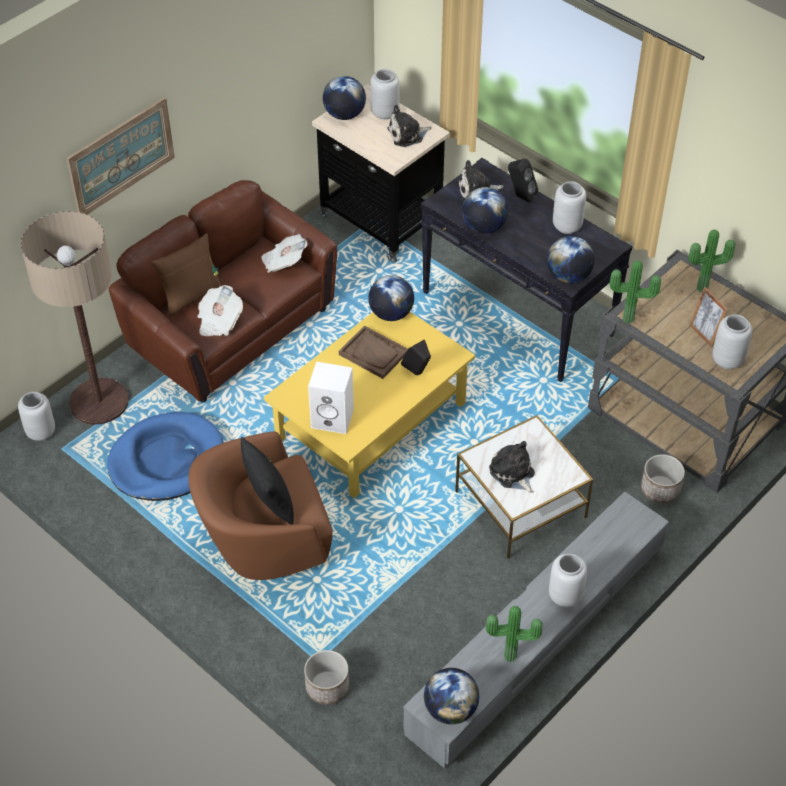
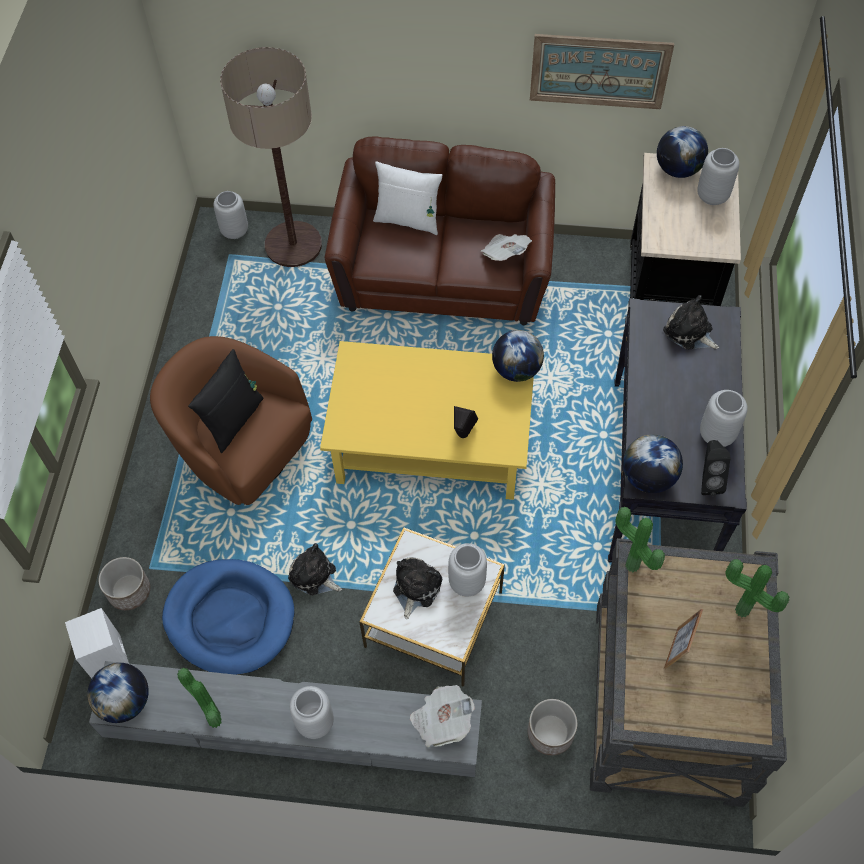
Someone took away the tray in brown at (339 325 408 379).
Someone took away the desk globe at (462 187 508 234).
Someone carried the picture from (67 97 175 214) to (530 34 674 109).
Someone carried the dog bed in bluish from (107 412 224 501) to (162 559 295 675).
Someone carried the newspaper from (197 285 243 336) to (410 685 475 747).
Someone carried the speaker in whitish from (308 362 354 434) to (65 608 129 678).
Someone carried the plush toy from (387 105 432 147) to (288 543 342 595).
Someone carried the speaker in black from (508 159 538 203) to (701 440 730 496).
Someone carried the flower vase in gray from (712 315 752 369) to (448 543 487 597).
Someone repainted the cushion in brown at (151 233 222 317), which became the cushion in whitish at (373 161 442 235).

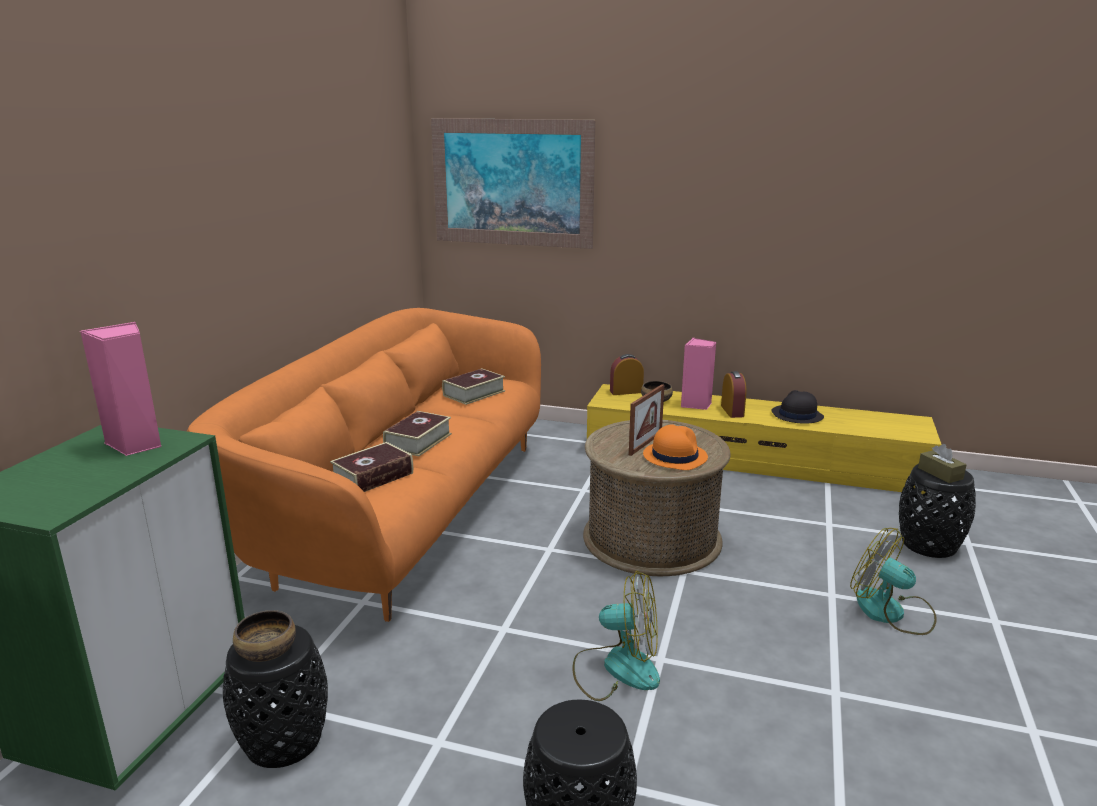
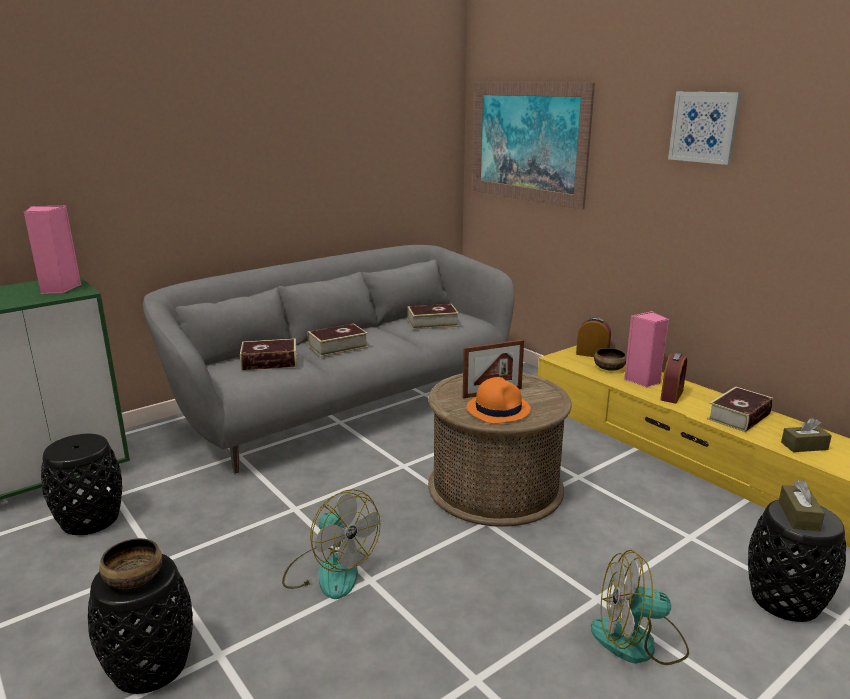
Someone put up the picture at (668 92 741 165).
Someone put down the tissue box in brown at (781 418 832 452).
Someone carried the deep dish from (233 610 296 662) to (99 538 162 589).
Someone swapped the wearable hat in black at (772 390 824 424) for the bound book at (707 386 773 432).
Someone repainted the couch in orangey at (187 308 541 622), which became the couch in gray at (143 245 514 474).
Someone rotated the fan at (850 528 937 635) by 75 degrees counterclockwise.

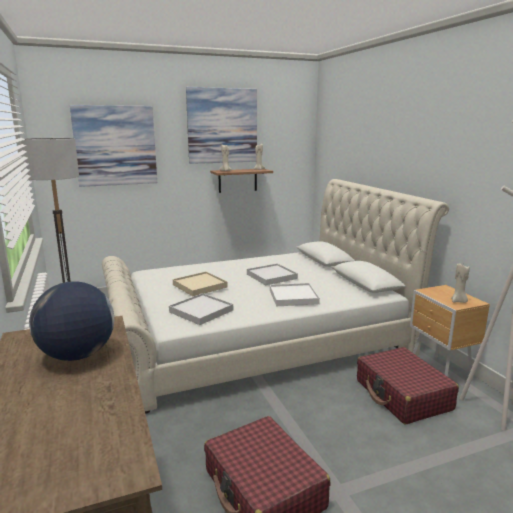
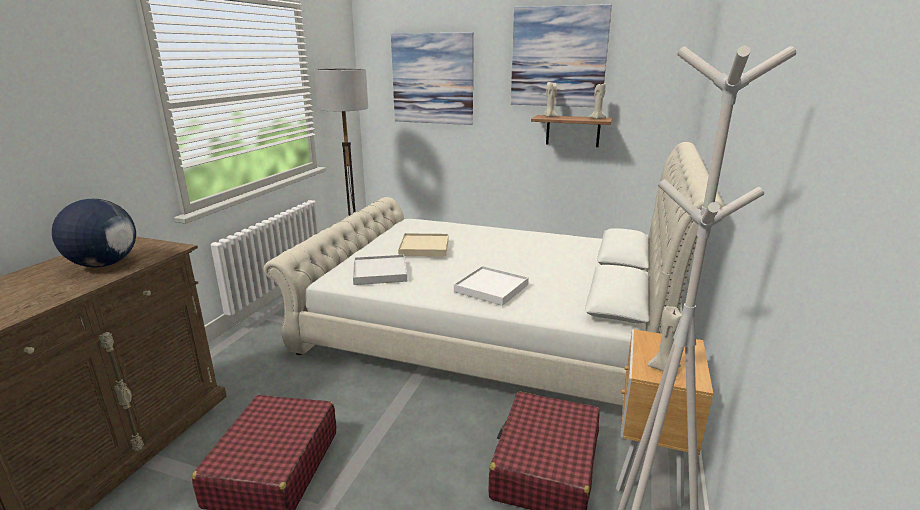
Someone took away the tray in whitish at (247 263 298 285).

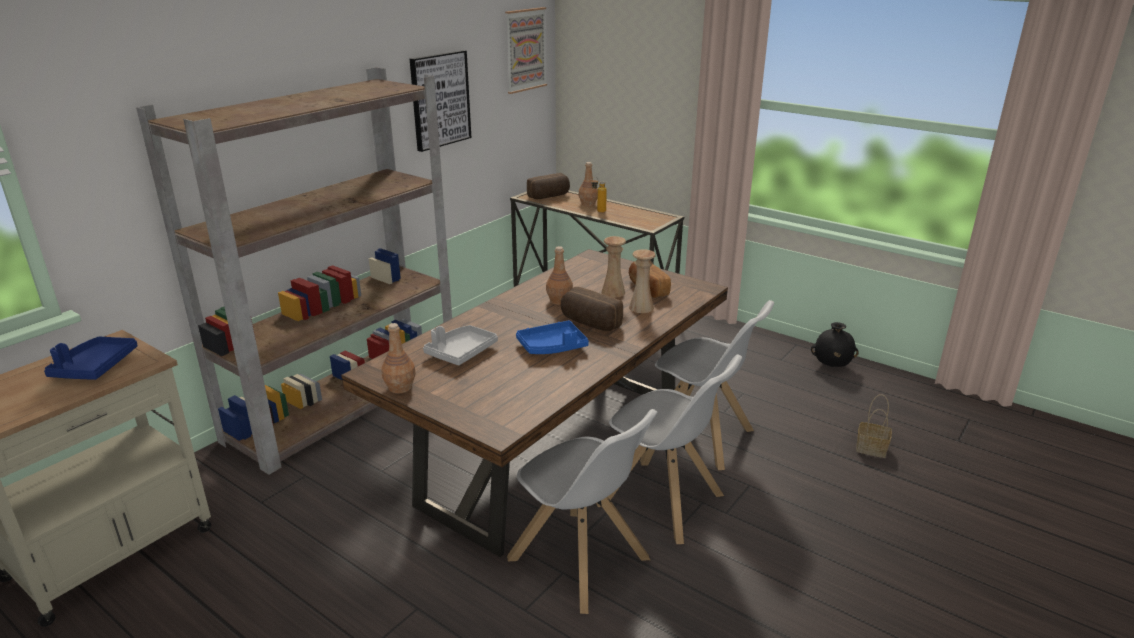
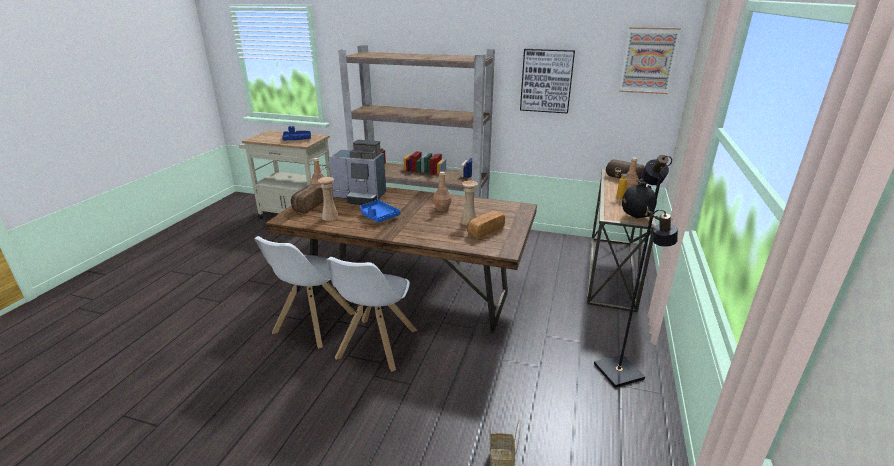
Someone took away the upright chair at (655 300 774 470).
Someone put down the floor lamp in black at (594 155 678 388).
Someone carried the bakery bread from (561 287 623 331) to (291 184 324 213).
Someone carried the flower vase in sand-coloured from (629 249 656 313) to (318 177 339 221).
Someone carried the flower vase in black from (811 322 859 367) to (622 179 657 218).
Someone swapped the tray in gray at (423 325 498 365) for the coffee machine at (329 140 386 205).

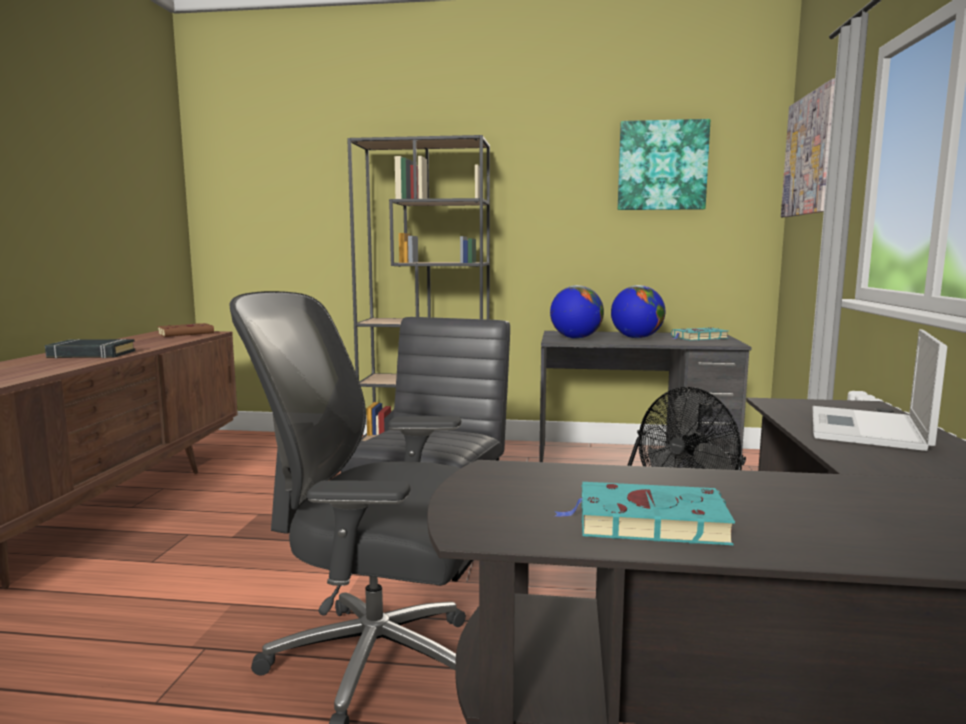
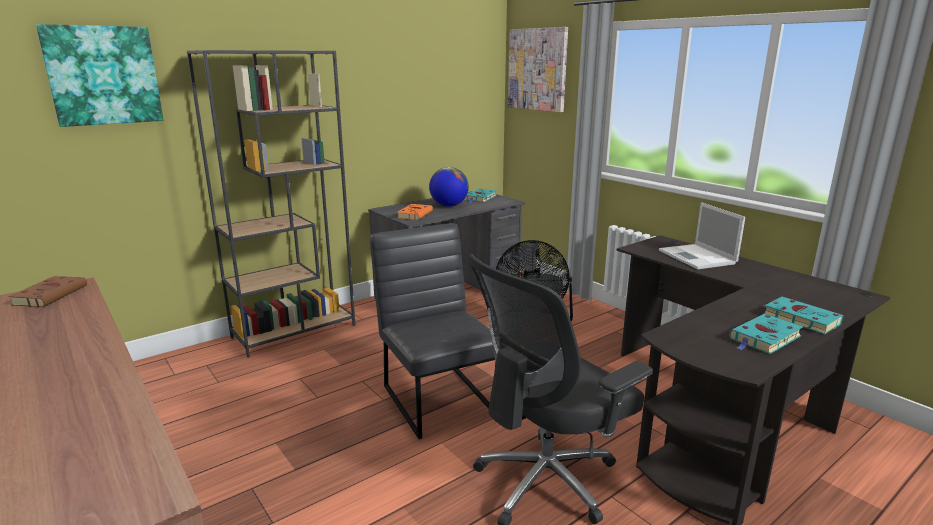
Someone took away the bound book in black at (45 339 135 358).
Someone put down the bound book in turquoise-coloured at (763 297 843 334).
Someone carried the picture from (618 119 711 210) to (36 24 164 127).
Someone swapped the desk globe at (550 285 604 339) for the bound book in orangey at (397 204 433 220).

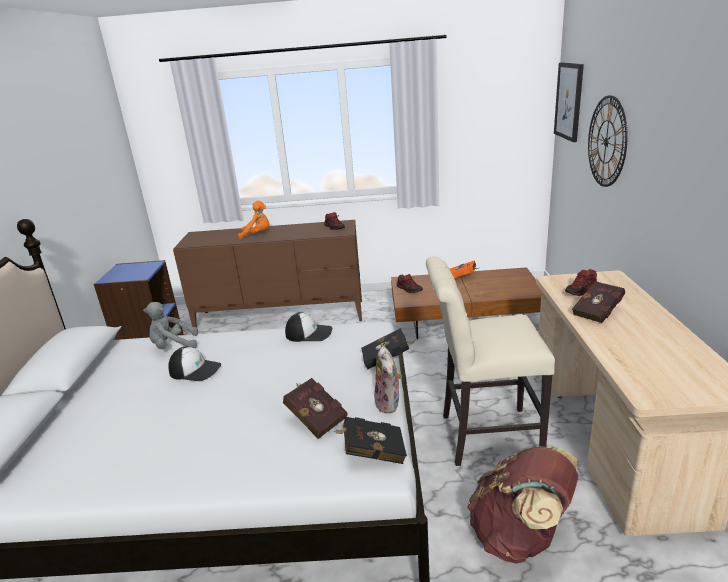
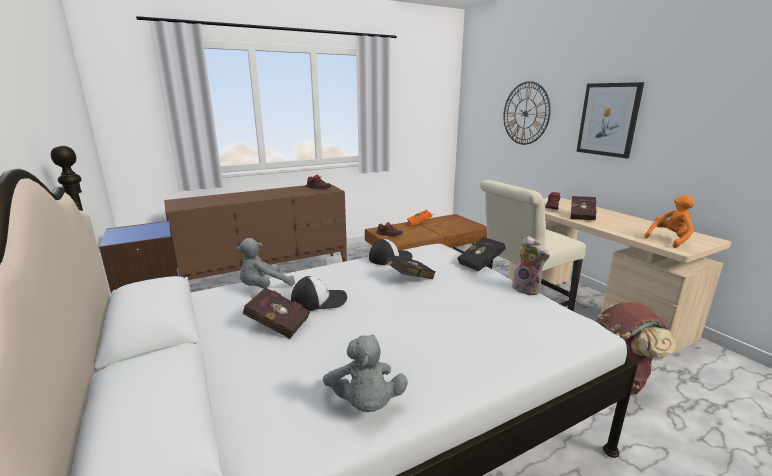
Someone put down the plush toy in gray at (323 335 408 412).
Someone carried the plush toy in orangey from (238 200 270 240) to (644 195 695 248).
Someone carried the bound book in reddish from (283 378 348 439) to (242 287 310 339).
Someone carried the bound book in black from (333 417 407 464) to (384 255 435 279).
Someone carried the picture from (554 63 584 142) to (576 82 644 158).

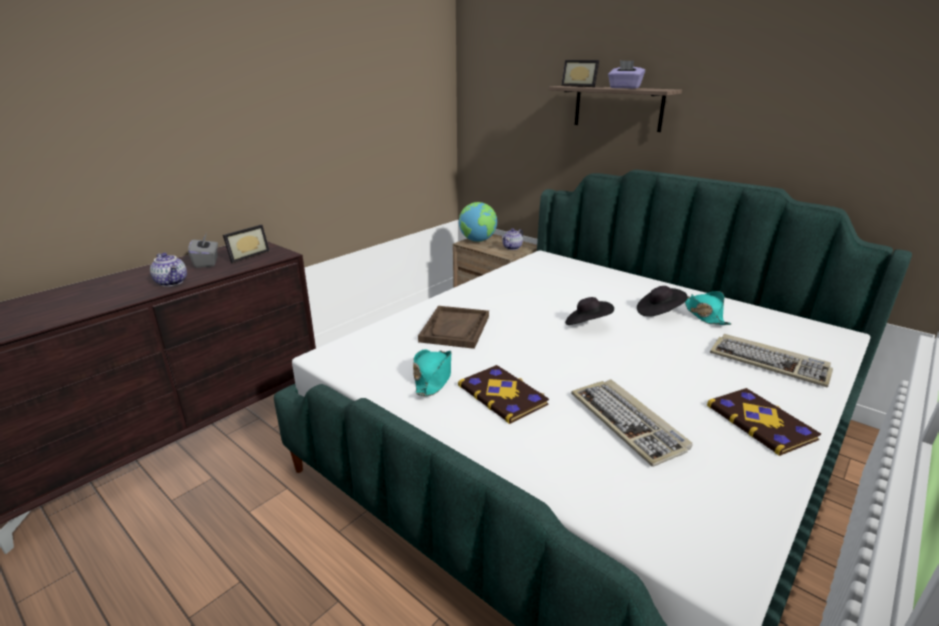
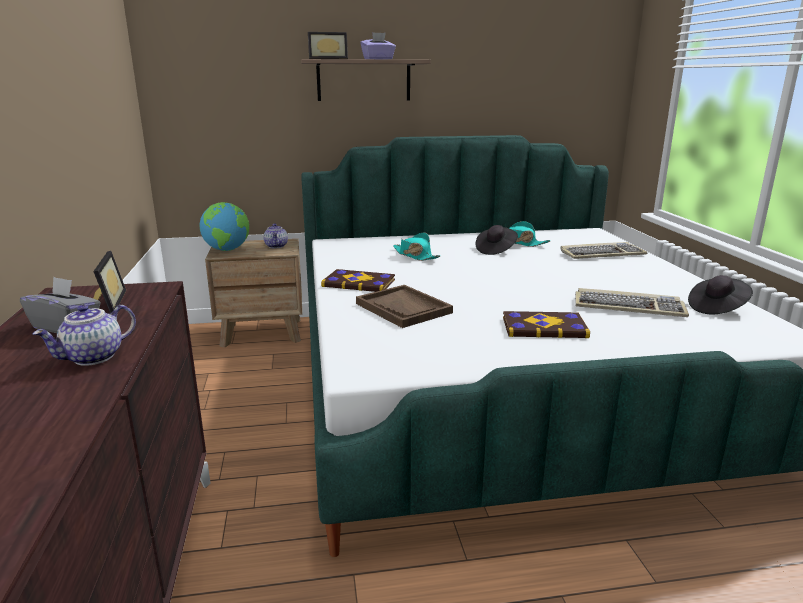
Someone carried the wearable hat in turquoise-coloured from (413 349 451 396) to (393 233 440 261).
Someone carried the wearable hat in black from (565 297 614 325) to (688 275 753 314).
Someone carried the bound book from (707 388 821 456) to (321 269 395 292).
Someone rotated the tea pot at (150 253 187 287) by 135 degrees clockwise.

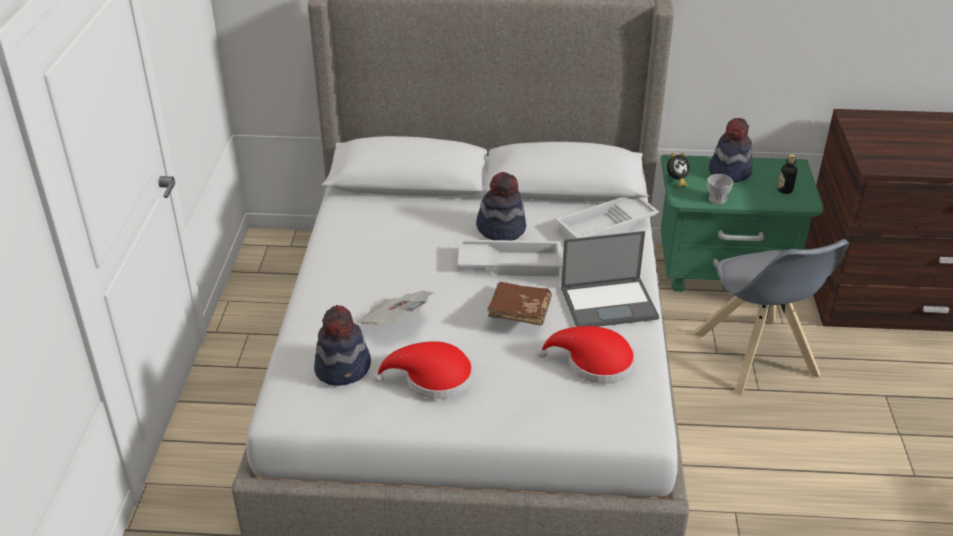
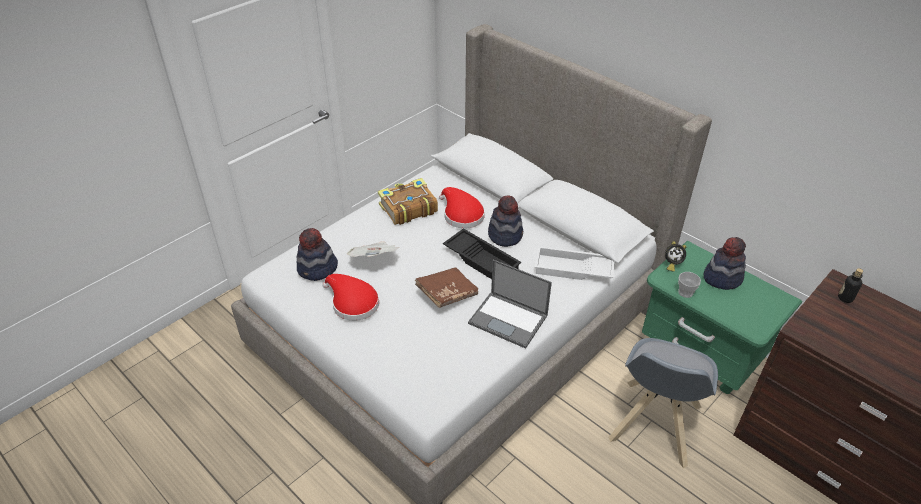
Someone put down the bound book at (378 178 438 225).
Someone carried the wearable hat in reddish from (537 326 635 384) to (439 187 485 229).
Someone carried the beverage bottle from (777 154 797 194) to (838 268 863 303).
Someone repainted the tray in whitish at (458 240 562 276), which became the tray in black at (443 228 521 279).

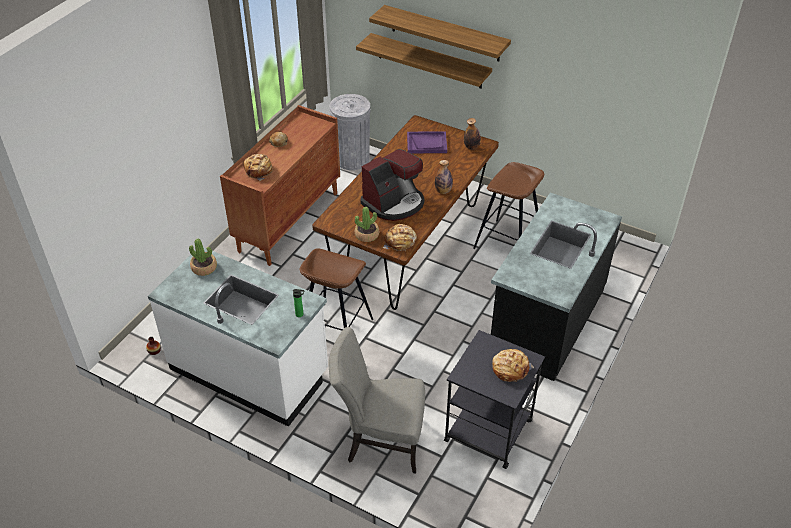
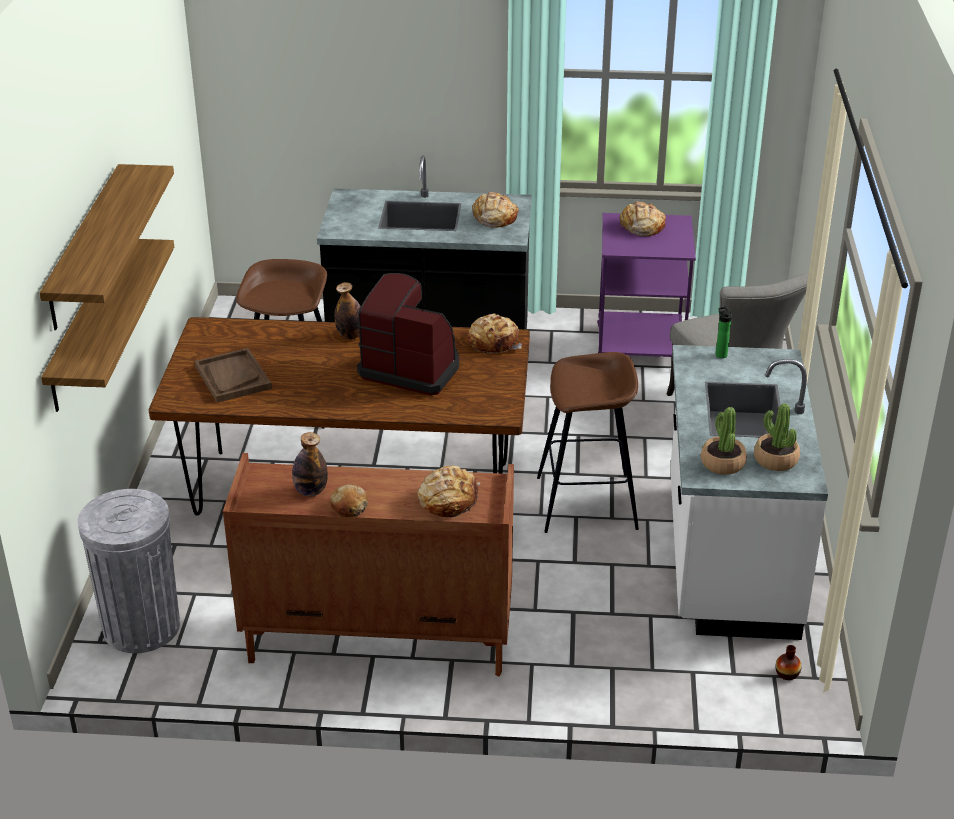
Someone put down the bakery bread at (472 192 519 228).
Someone carried the plant in a pot from (355 207 379 242) to (754 403 800 471).
Someone carried the beverage bottle from (464 118 481 150) to (292 432 328 497).
Someone repainted the tray in purple at (407 131 447 153), which became the tray in brown at (195 348 272 403).
Someone repainted the trolley in black at (444 330 545 469), which became the trolley in purple at (597 213 696 357).

